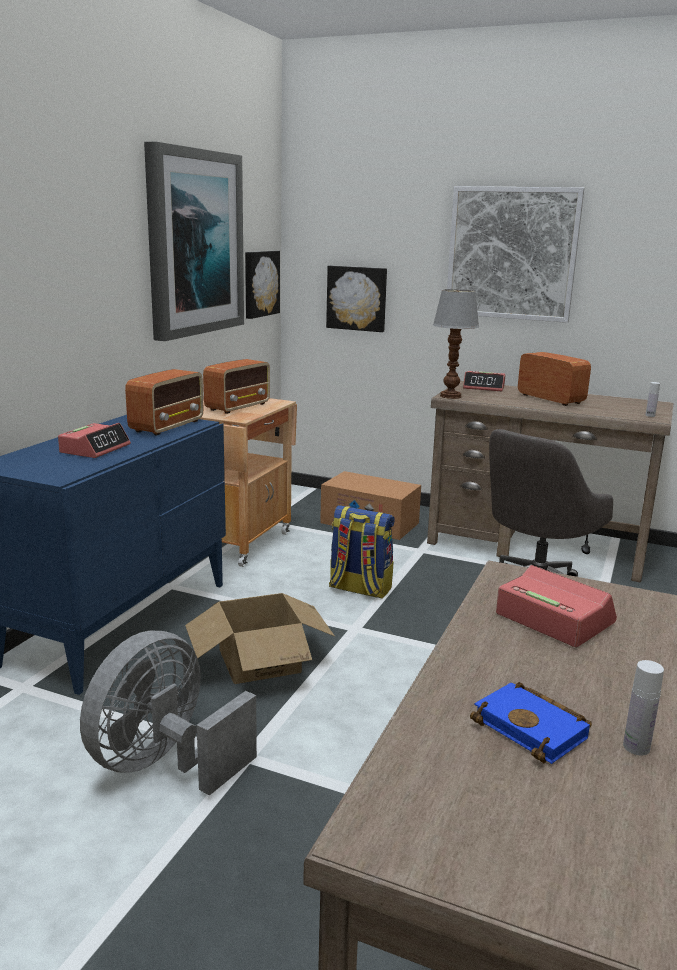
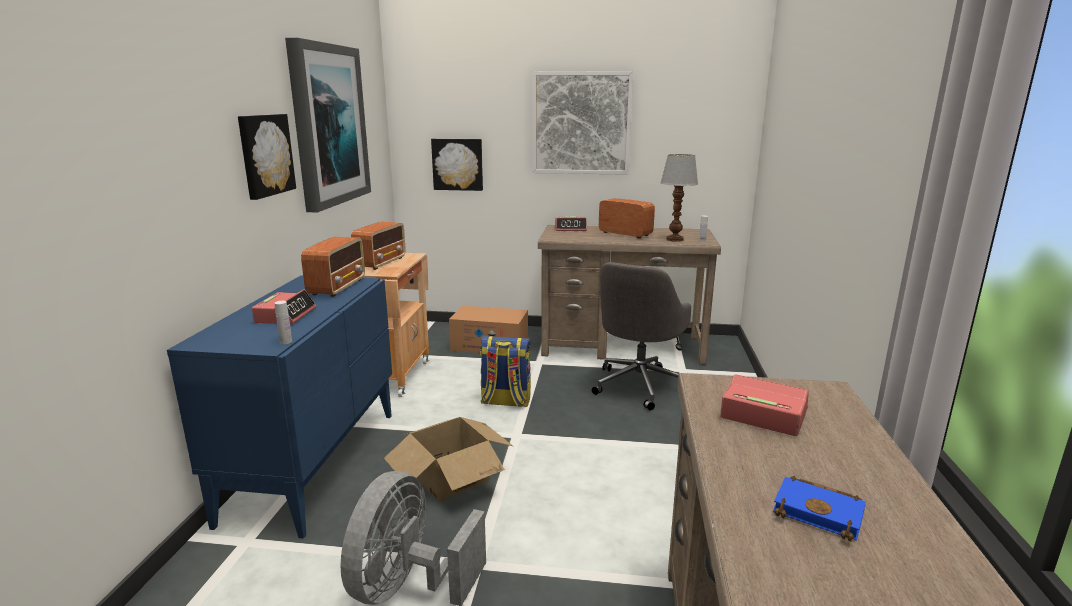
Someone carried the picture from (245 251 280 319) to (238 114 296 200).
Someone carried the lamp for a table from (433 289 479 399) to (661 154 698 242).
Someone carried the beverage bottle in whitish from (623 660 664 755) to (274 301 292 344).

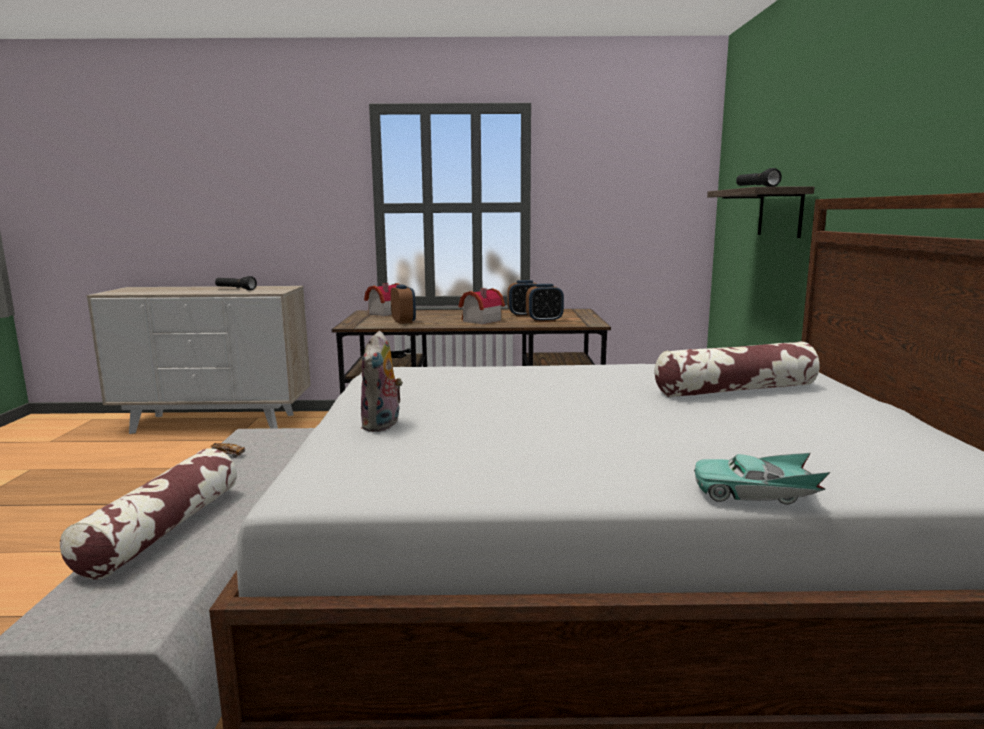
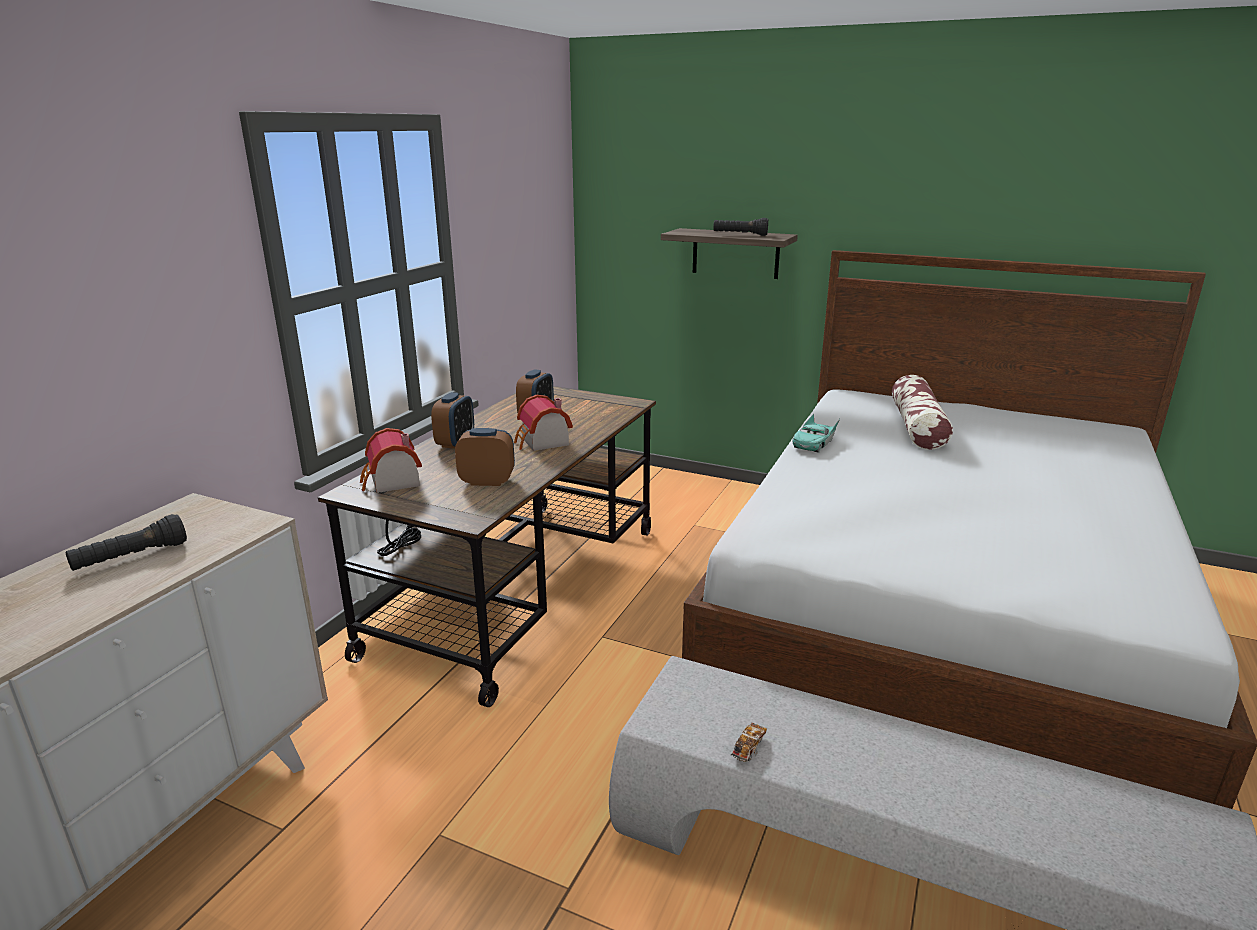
Someone took away the cushion at (60 448 237 580).
Someone took away the plush toy at (361 331 403 432).
Someone carried the bedside clock from (526 284 564 322) to (431 392 474 449).
Someone carried the model car in turquoise-coloured from (694 453 830 505) to (792 414 840 453).

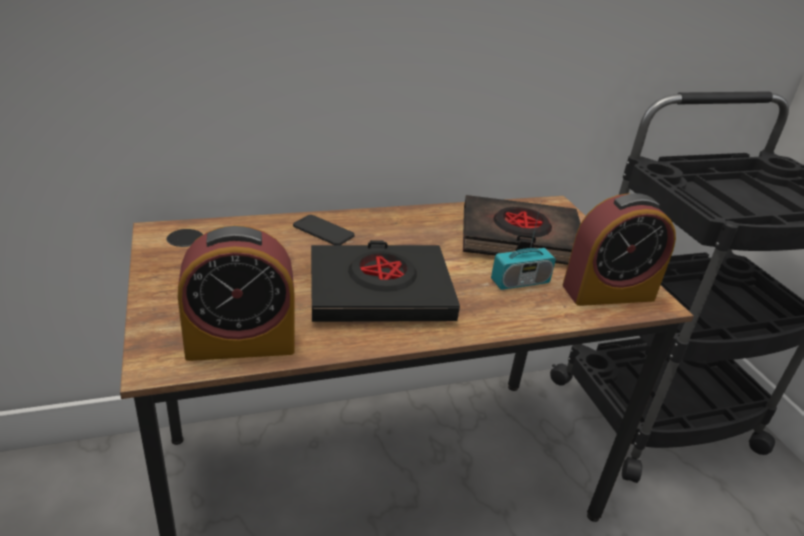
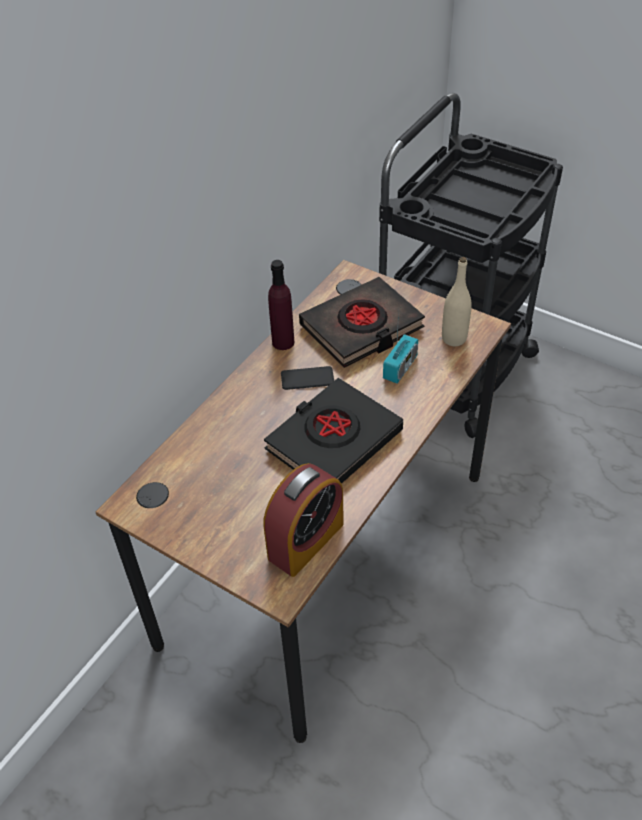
Someone put down the beverage bottle in purple at (268 260 294 350).
Someone carried the handset from (293 215 355 245) to (281 366 334 390).
Someone swapped the bedside clock at (563 193 676 306) for the beverage bottle in sand-coloured at (442 257 472 346).

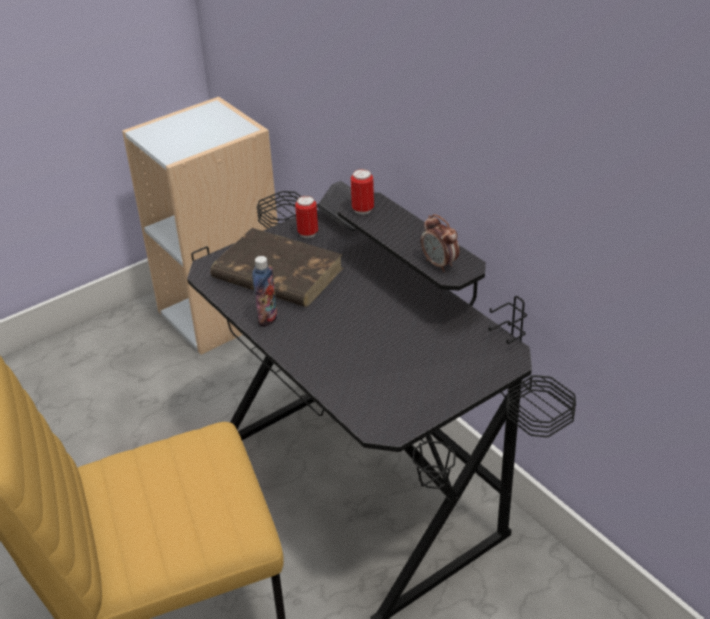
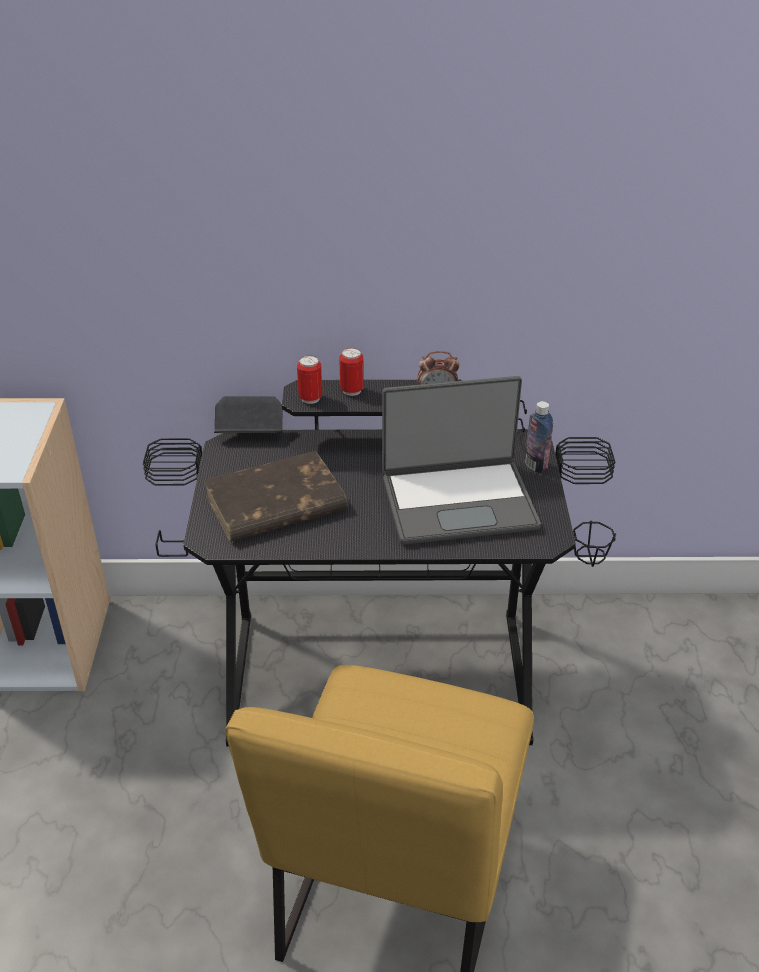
Someone put down the notebook computer at (382 376 541 545).
Someone carried the beverage bottle from (252 256 277 327) to (525 401 553 474).
Someone carried the metal can from (295 196 318 238) to (339 348 364 396).

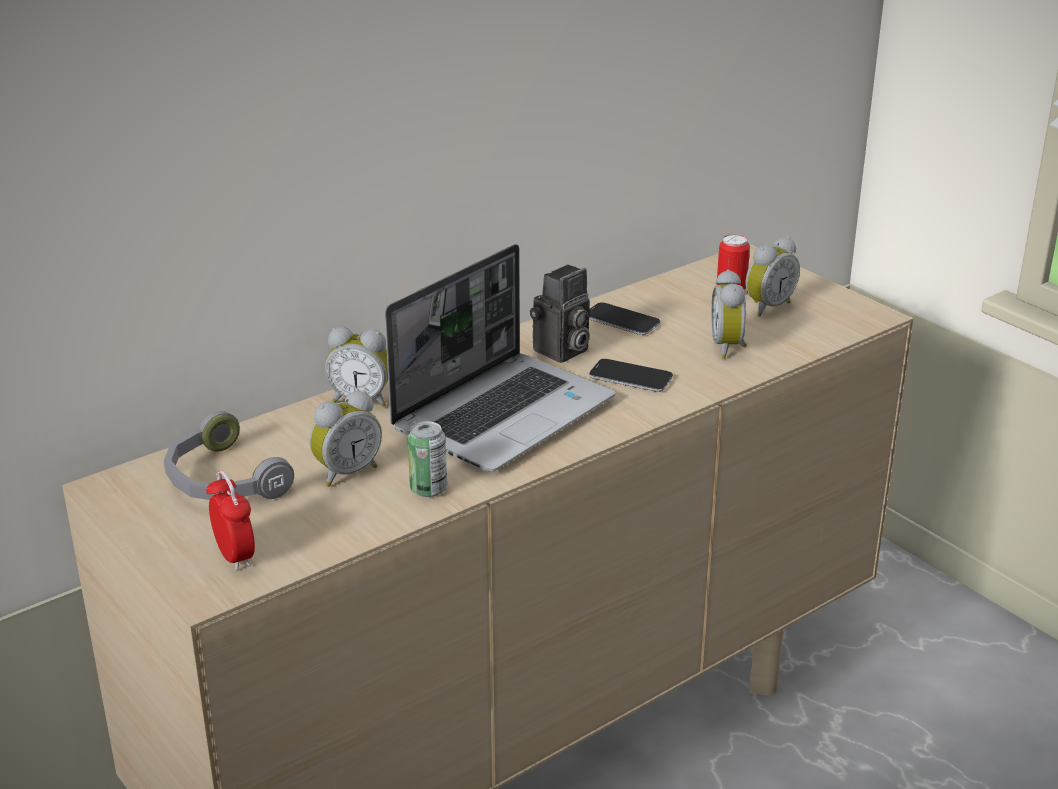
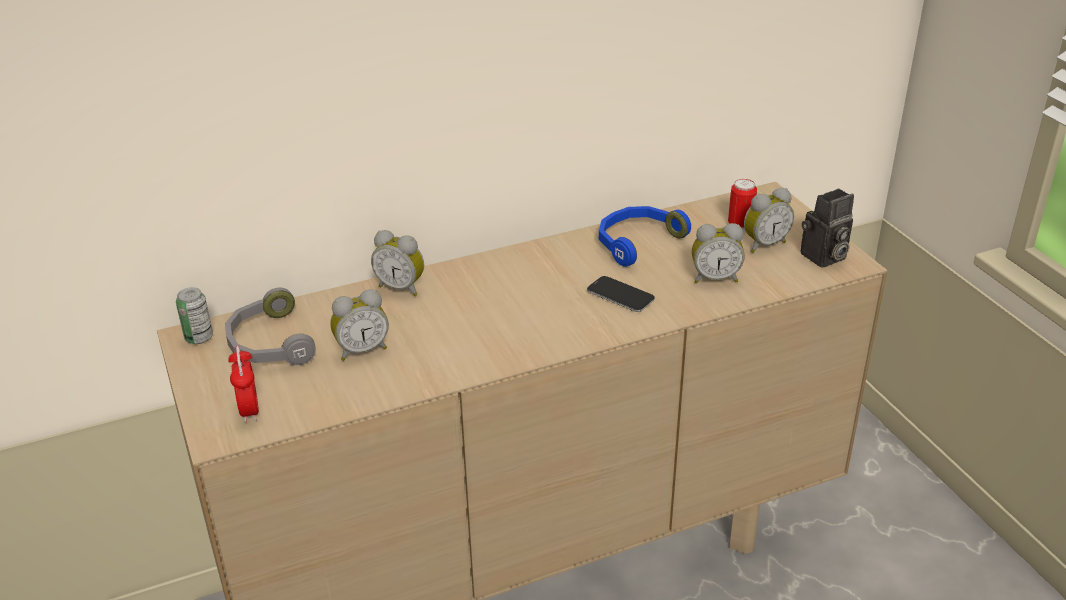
Someone took away the notebook computer at (385 244 615 471).
Someone carried the metal can from (408 421 447 497) to (176 287 213 344).
Someone carried the still camera from (530 264 590 363) to (800 188 854 268).
Someone swapped the handset at (589 302 661 335) for the pair of headphones in bluish at (599 206 691 267).
Someone rotated the bedside clock at (711 269 747 359) by 105 degrees counterclockwise.

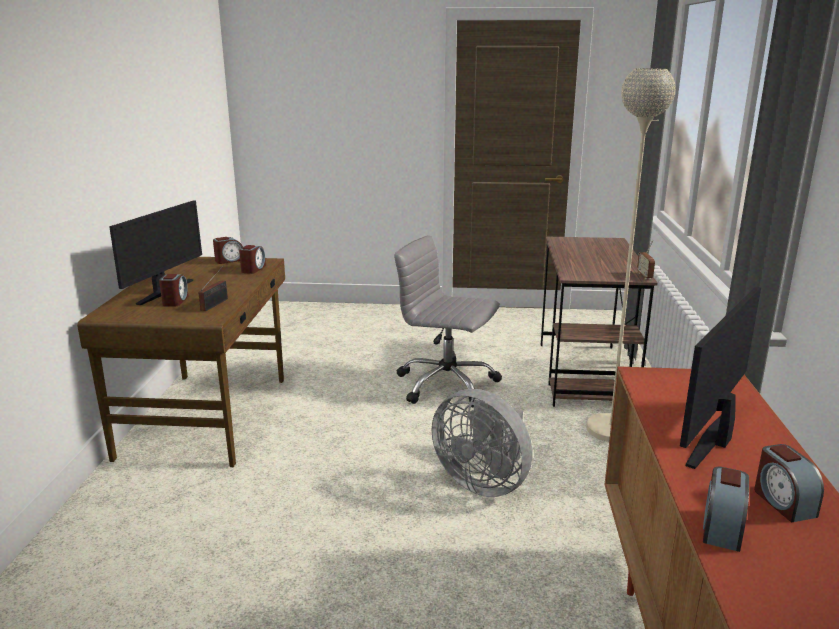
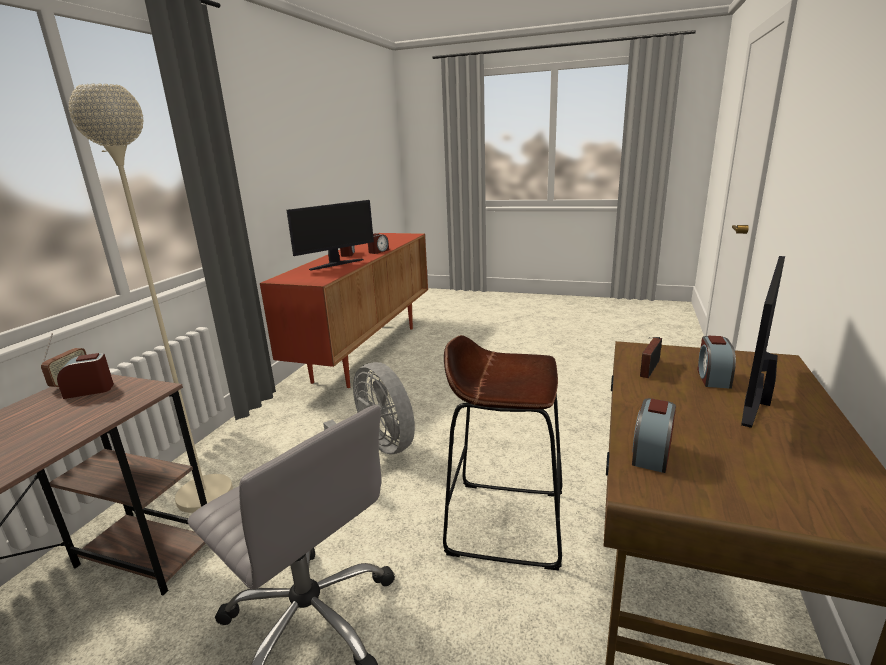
Someone put down the stool in brown at (443 335 563 570).
Someone carried the bedside clock from (213 237 243 264) to (57 353 114 399).

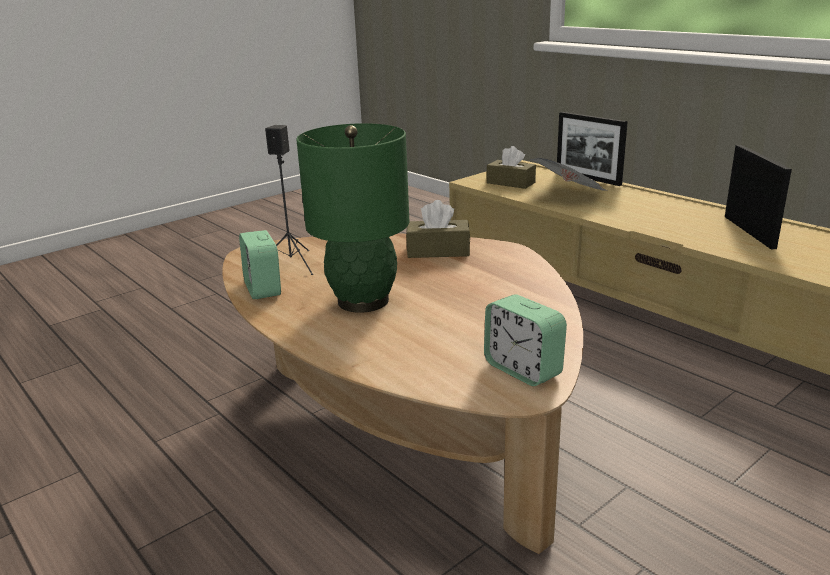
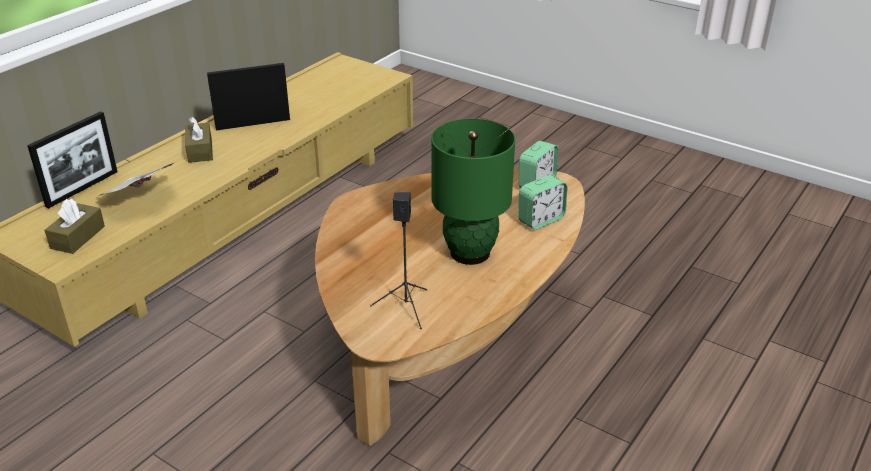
Someone carried the bedside clock from (239 230 281 299) to (518 175 568 230).
Someone carried the tissue box in brown from (406 200 470 258) to (185 117 213 163).

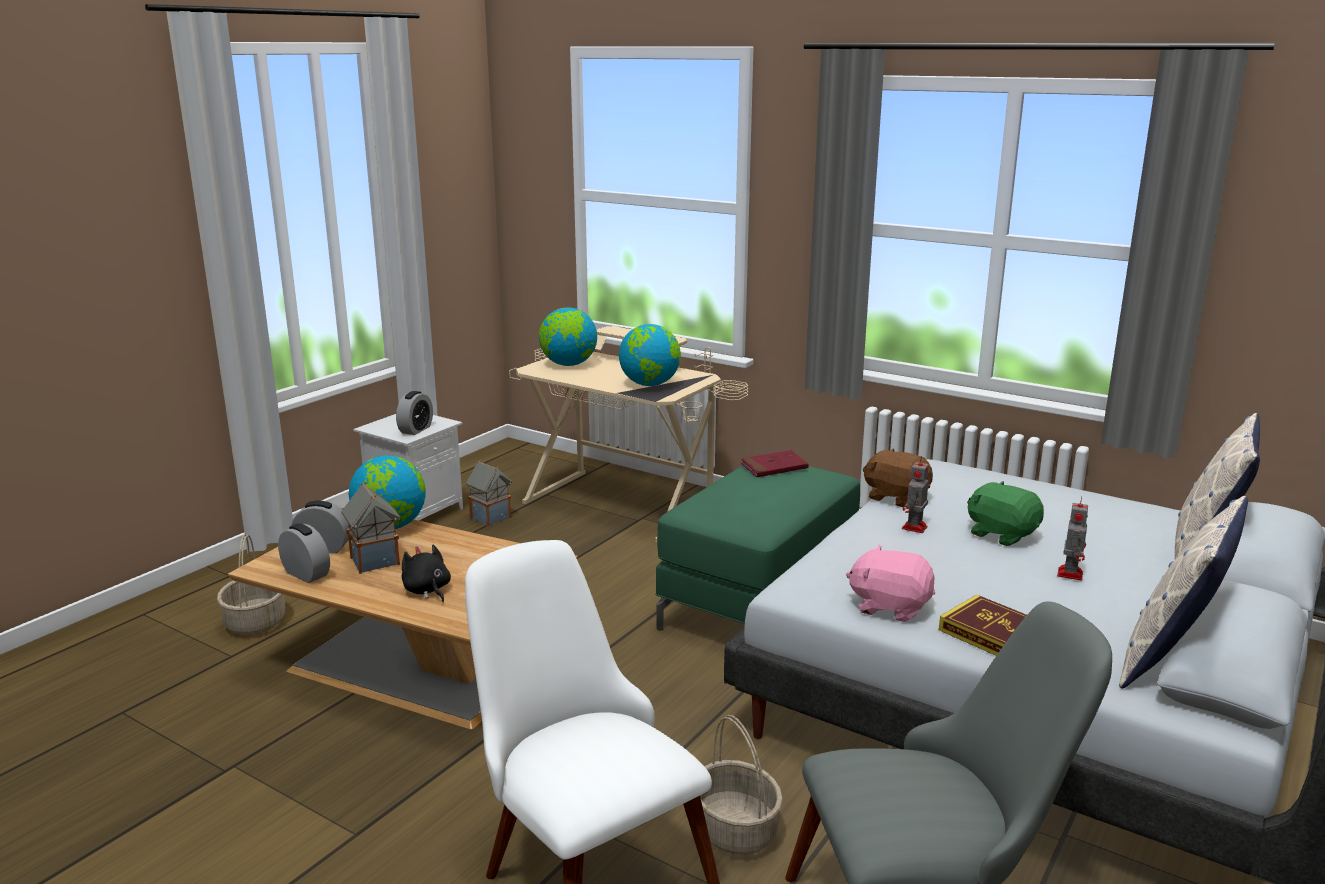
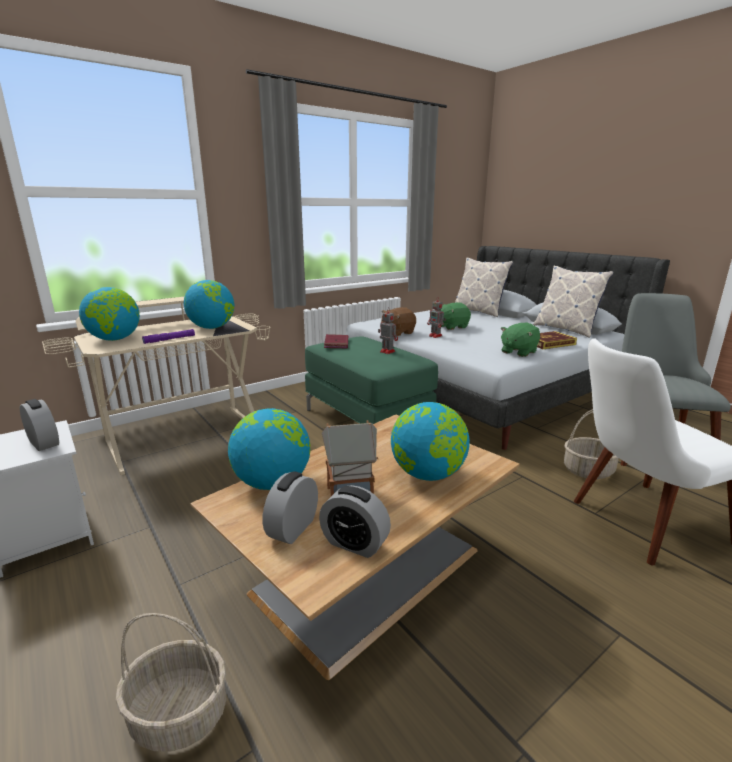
Someone took away the toy house at (466 460 512 527).
Someone put down the flashlight in purple at (142 329 195 344).
Someone carried the robot figure from (1057 496 1088 580) to (378 308 398 354).
Someone swapped the plush toy in black at (402 544 451 602) for the desk globe at (391 402 470 481).
Someone repainted the plush toy in pink at (846 545 935 622), which became the plush toy in greenish at (500 323 540 357).
Someone rotated the bedside clock at (278 523 330 583) by 120 degrees counterclockwise.

